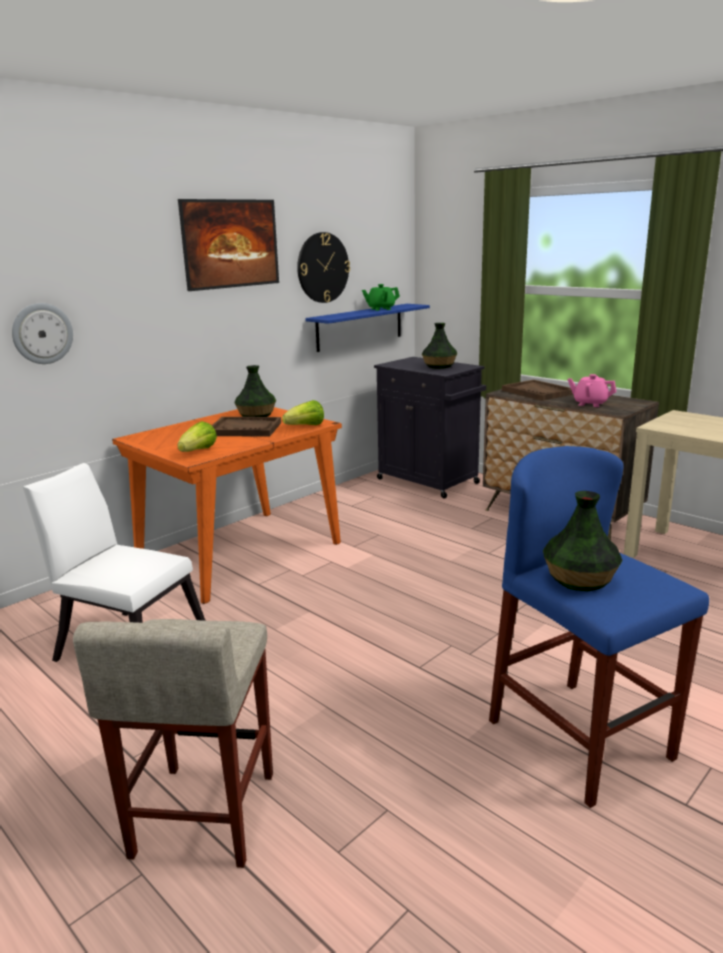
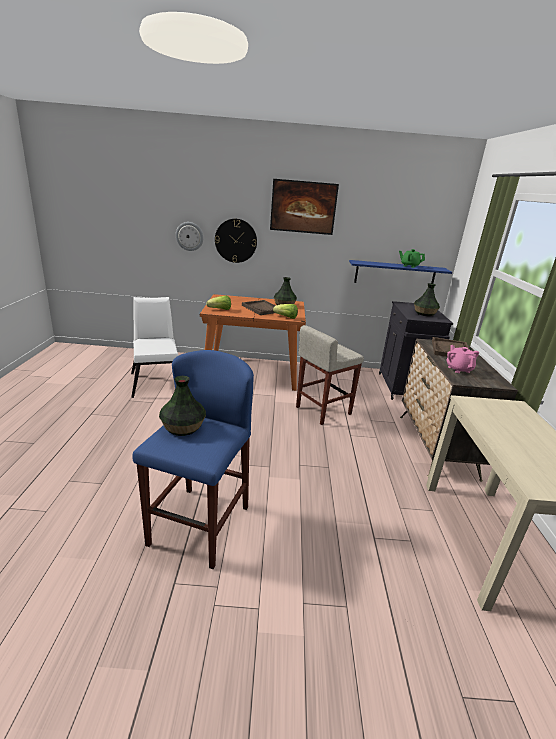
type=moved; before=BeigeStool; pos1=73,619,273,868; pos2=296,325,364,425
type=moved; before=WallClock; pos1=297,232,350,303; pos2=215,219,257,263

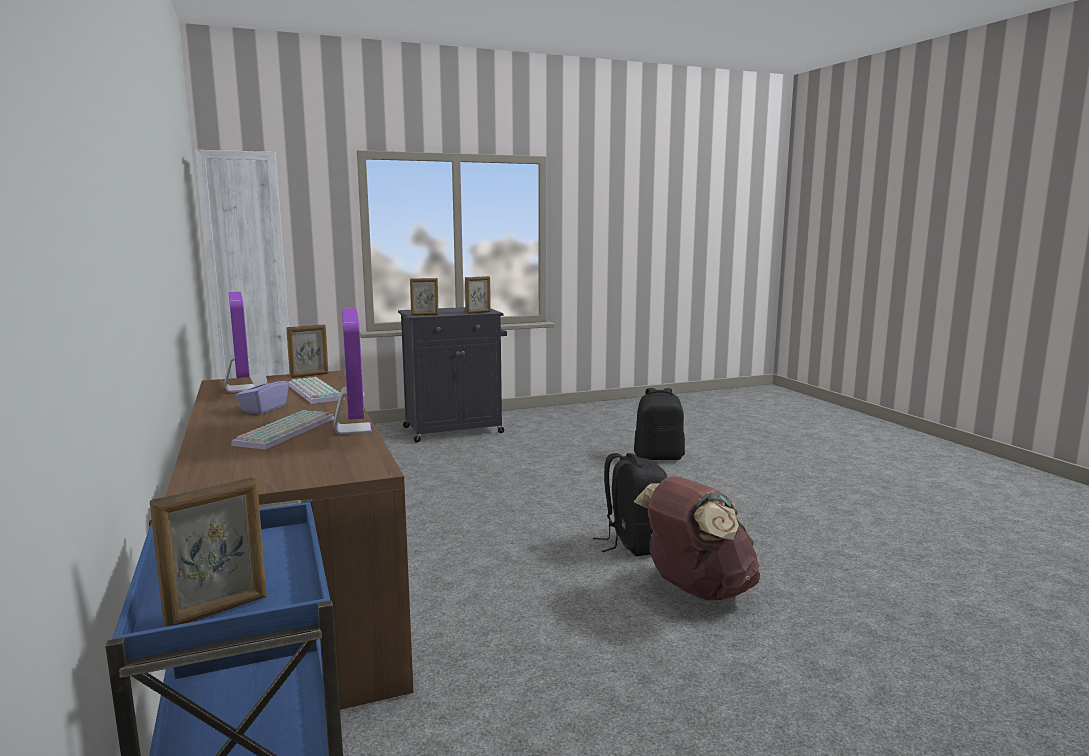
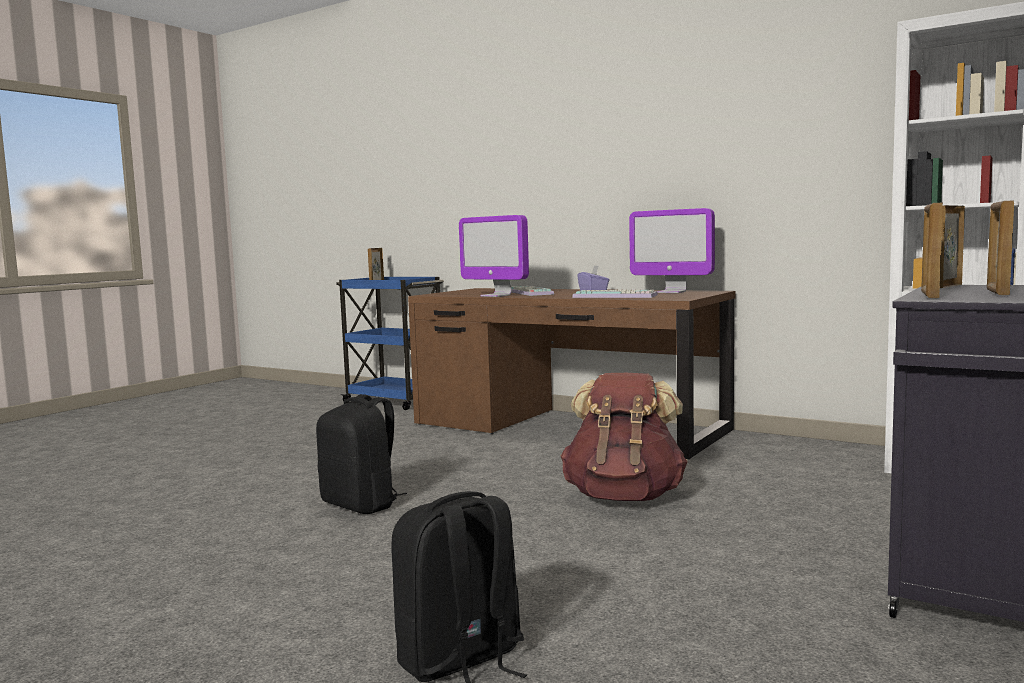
type=moved; before=PictureFrame; pos1=286,324,329,378; pos2=987,200,1014,295
type=moved; before=BrownBackpack; pos1=634,477,760,600; pos2=561,373,688,501

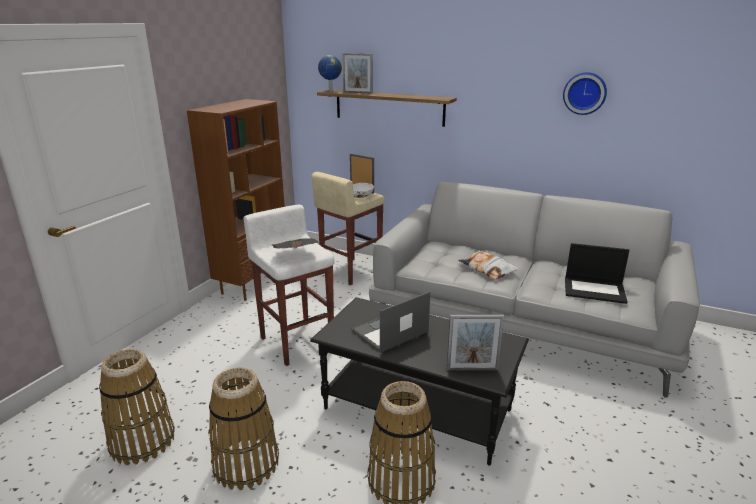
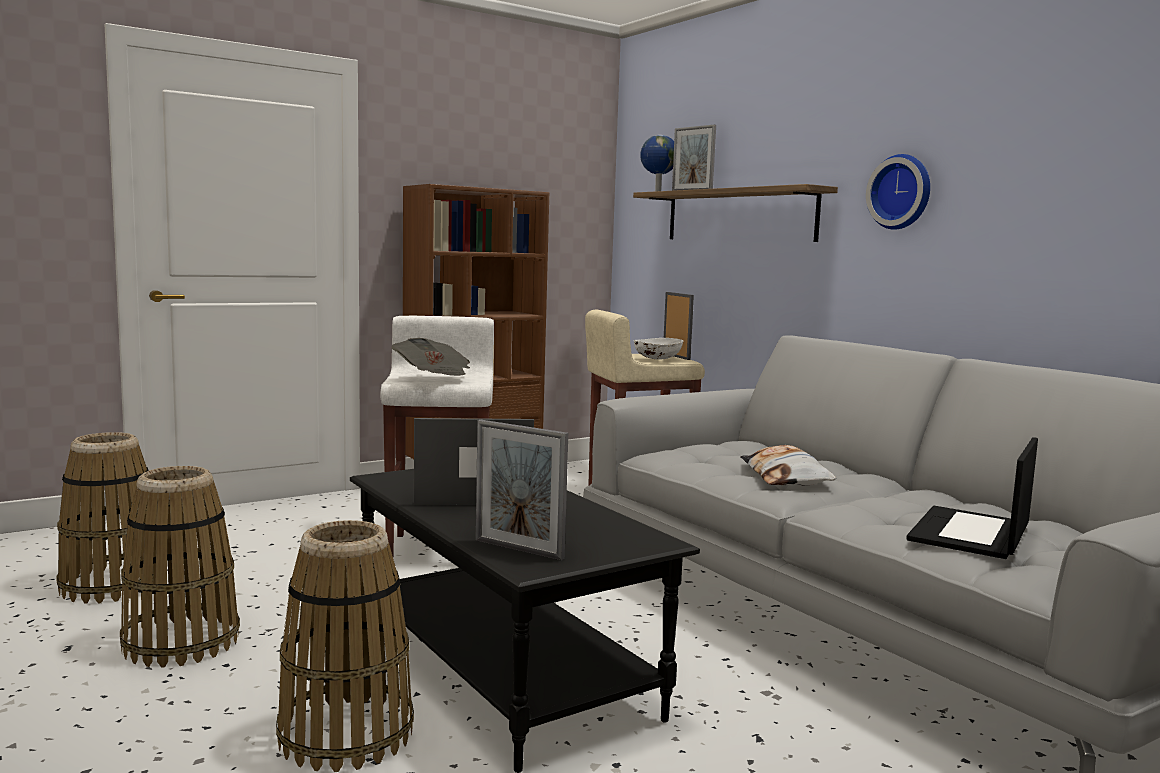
type=moved; before=WallClock; pos1=563,72,607,115; pos2=866,154,930,230
type=turned; before=Laptop; pos1=565,243,629,304; pos2=906,437,1038,559; turn=75

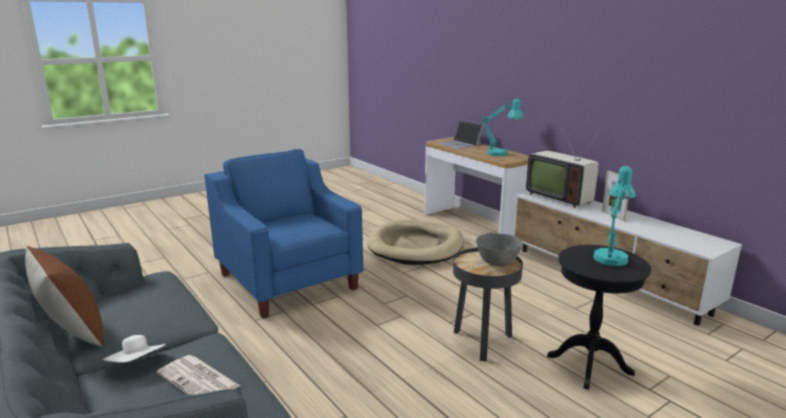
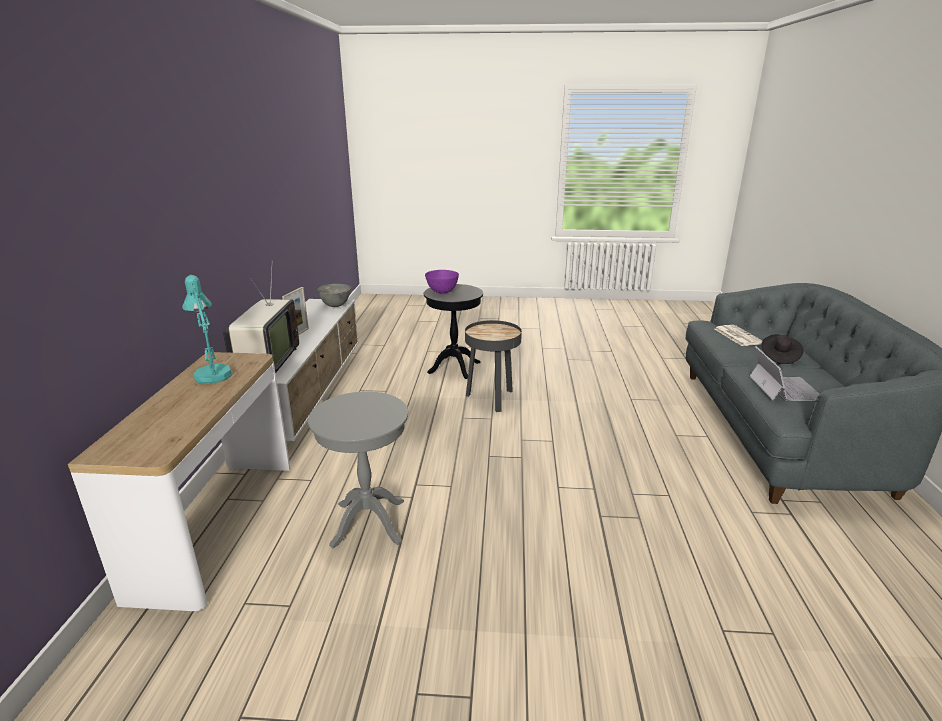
type=removed; before=BrownPillow; pos1=25,246,103,347
type=recoloured; before=WhiteHat; after=BlackHat; pos1=102,335,166,363; pos2=762,334,803,364
type=removed; before=BlueArmchair; pos1=205,149,364,318
type=replaced; before=BeigeDogBed; after=GreySideTable; pos1=367,220,464,265; pos2=308,391,408,548
type=moved; before=Laptop; pos1=437,120,483,149; pos2=750,346,819,401
type=moved; before=GreyBowl; pos1=476,233,523,266; pos2=317,284,351,307
type=replaced; before=TurquoiseTableLamp; after=PurpleBowl; pos1=593,166,636,266; pos2=425,270,459,294

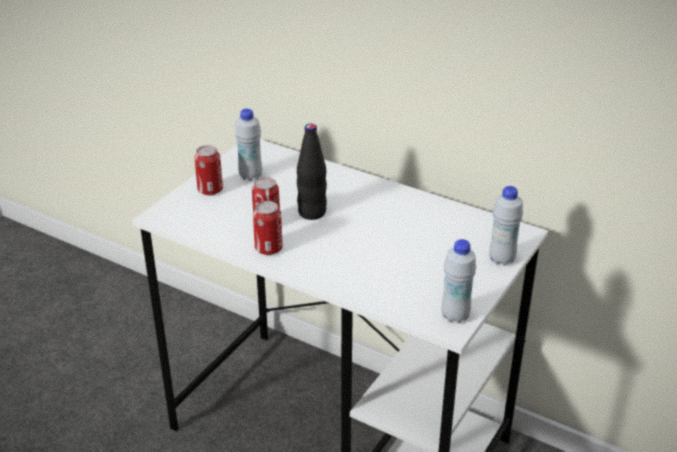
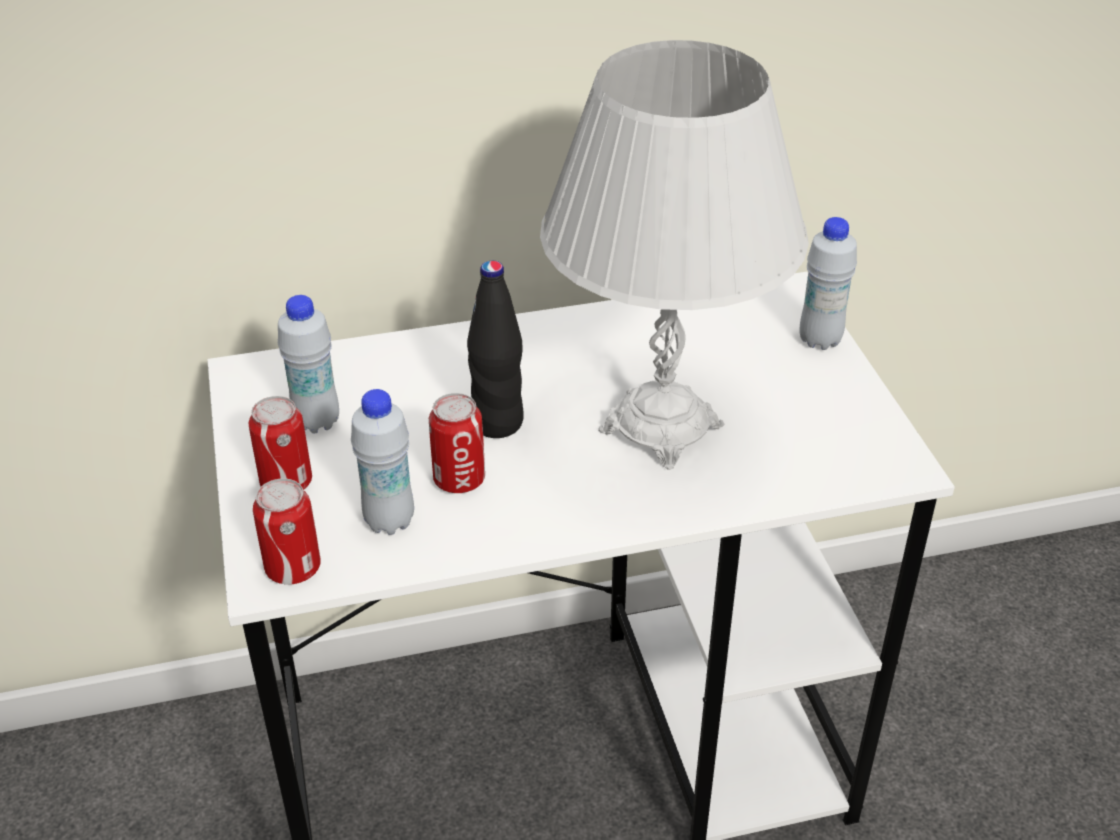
type=moved; before=Can; pos1=253,201,283,255; pos2=253,478,321,584
type=moved; before=WhiteBottle; pos1=441,239,476,323; pos2=351,389,414,535
type=added; after=WhiteTableLamp; pos2=540,40,809,470

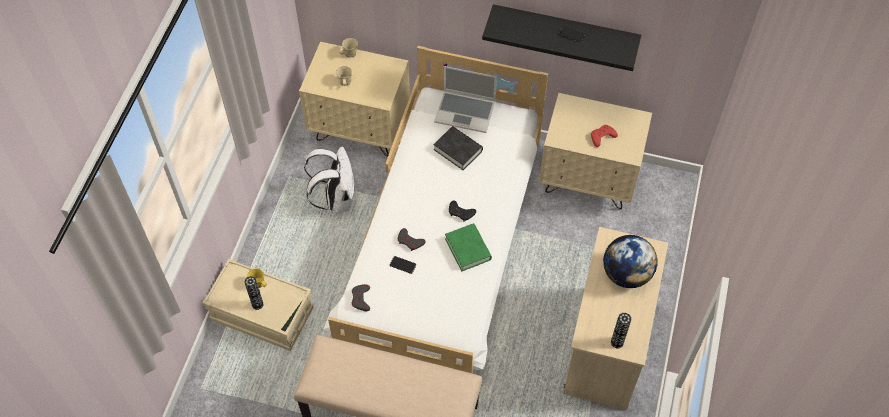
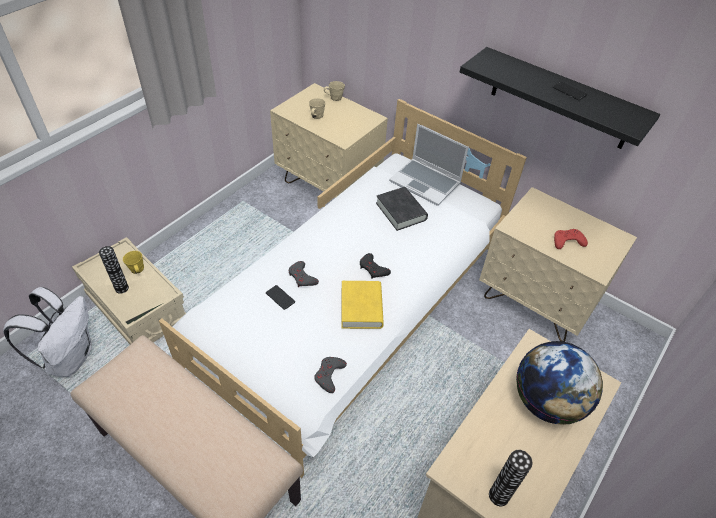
type=moved; before=WhiteBackpack; pos1=304,147,354,213; pos2=3,287,92,377
type=moved; before=GreyGameController; pos1=352,284,370,311; pos2=314,357,347,393
type=recoloured; before=GreenBook; after=YellowBook; pos1=445,223,492,271; pos2=342,281,384,329

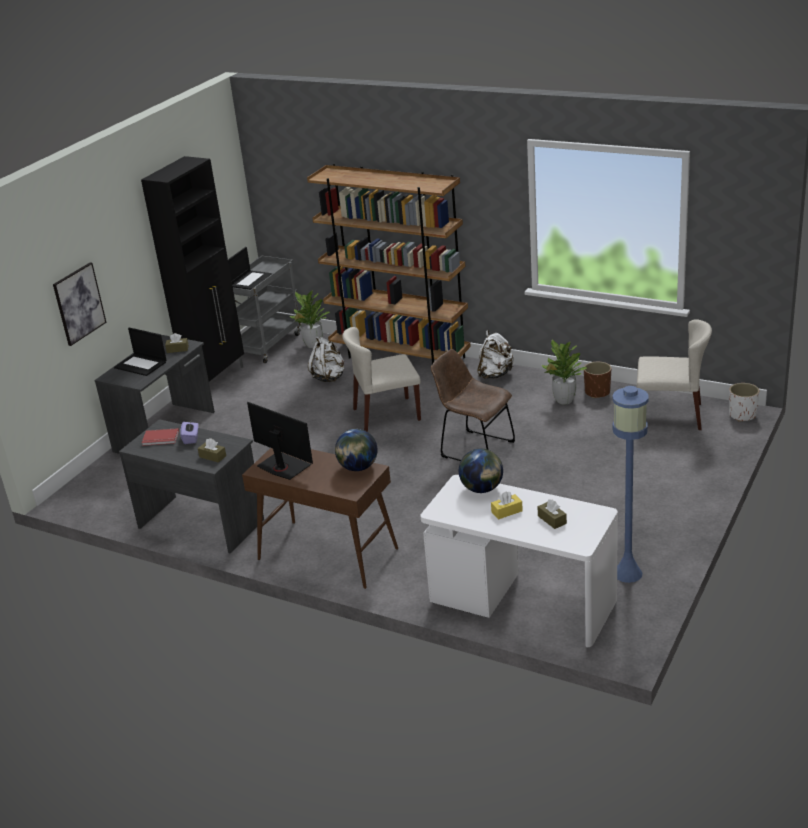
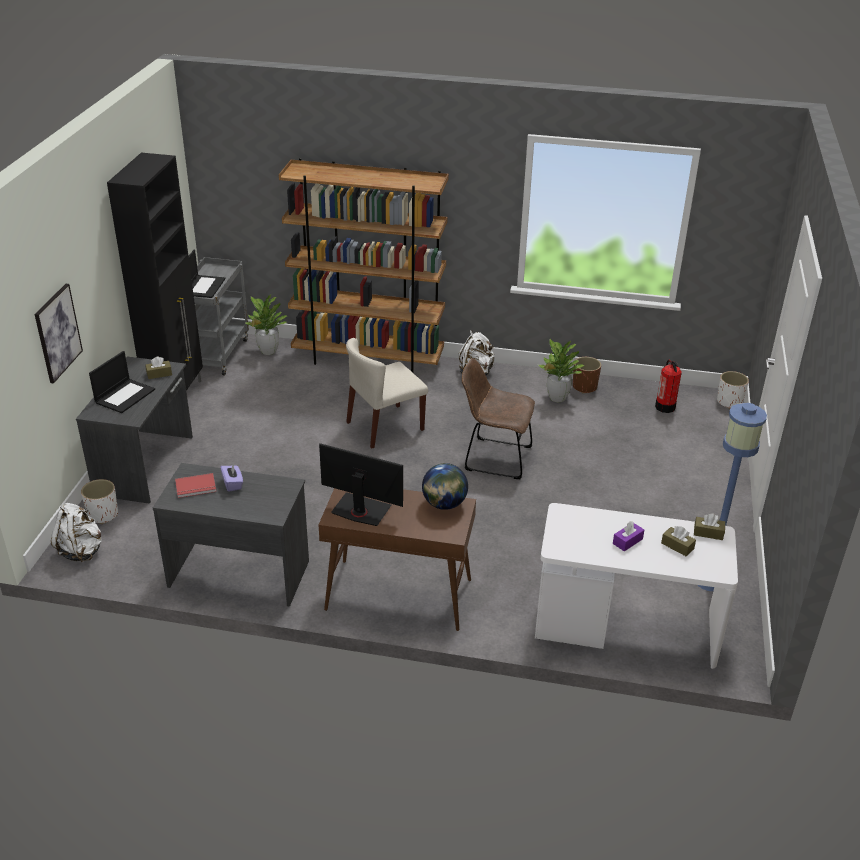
type=turned; before=Laptop; pos1=114,328,167,376; pos2=89,351,155,413; turn=-75
type=moved; before=BrownTissueBox; pos1=198,438,226,463; pos2=694,514,725,540
type=moved; before=WhiteBackpack; pos1=308,337,344,382; pos2=51,503,102,562
type=removed; before=Globe; pos1=459,449,503,493
type=recoloured; before=YellowTissueBox; after=PurpleTissueBox; pos1=491,491,523,520; pos2=613,521,644,551
type=replaced; before=BeigeChair; after=FireExtinguisher; pos1=636,319,712,430; pos2=655,359,682,413
type=added; after=WhitePlanter; pos2=81,479,118,524

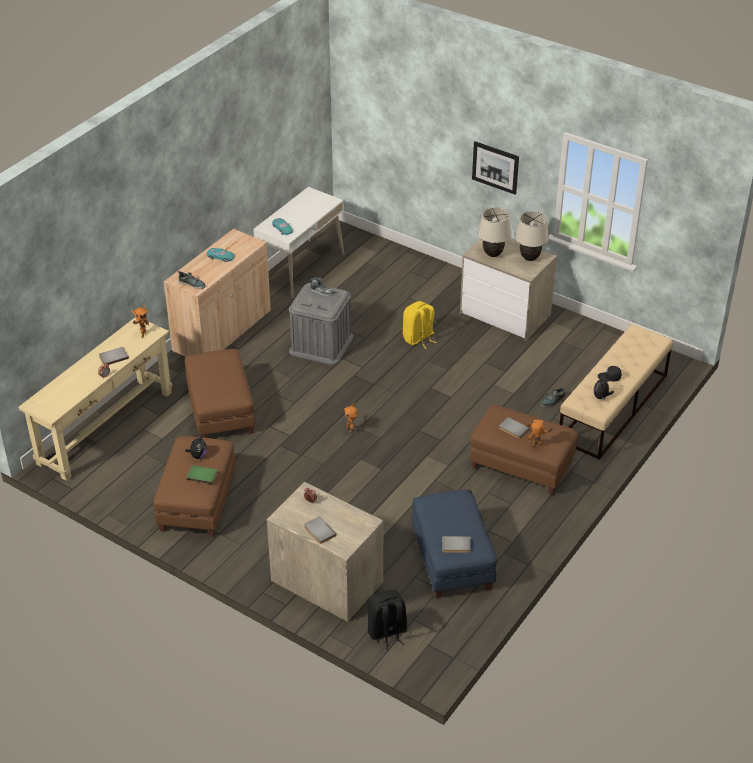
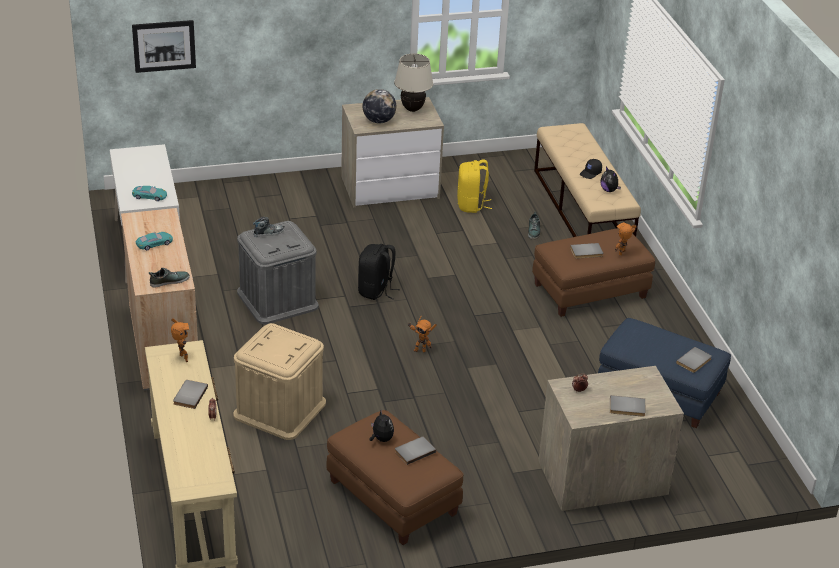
type=replaced; before=BrownOttoman; after=BeigeStorageBox; pos1=185,349,255,438; pos2=233,323,326,440
type=recoloured; before=GreenBook; after=GreyBook; pos1=186,465,218,484; pos2=395,437,436,465
type=moved; before=BlackBackpack; pos1=368,590,407,650; pos2=358,244,400,300
type=moved; before=YellowBackpack; pos1=403,301,437,349; pos2=457,159,492,213
type=moved; before=Picture; pos1=472,141,519,195; pos2=132,20,196,73
type=replaced; before=BeigeTableLamp; after=Globe; pos1=477,207,512,257; pos2=362,89,396,123

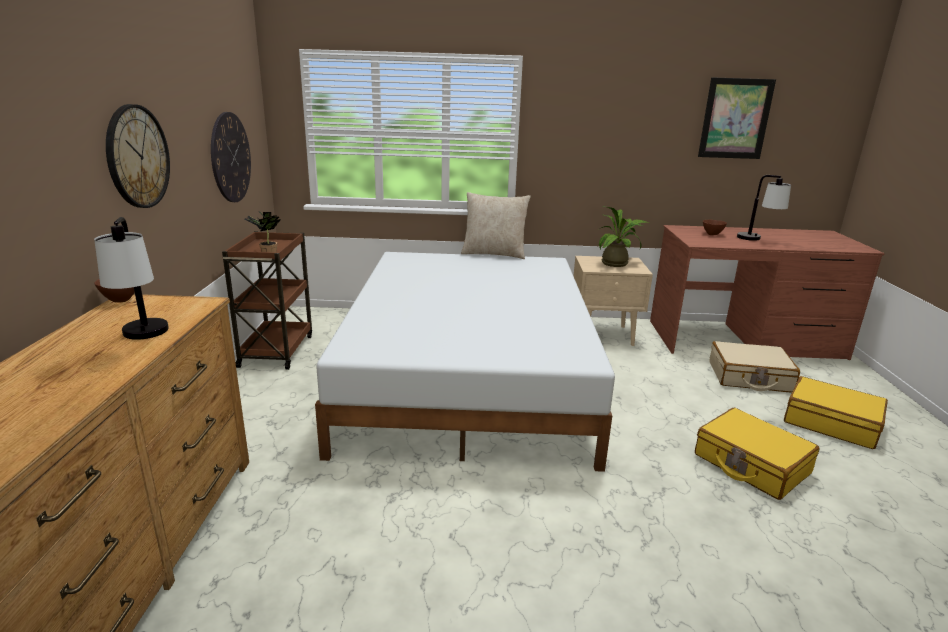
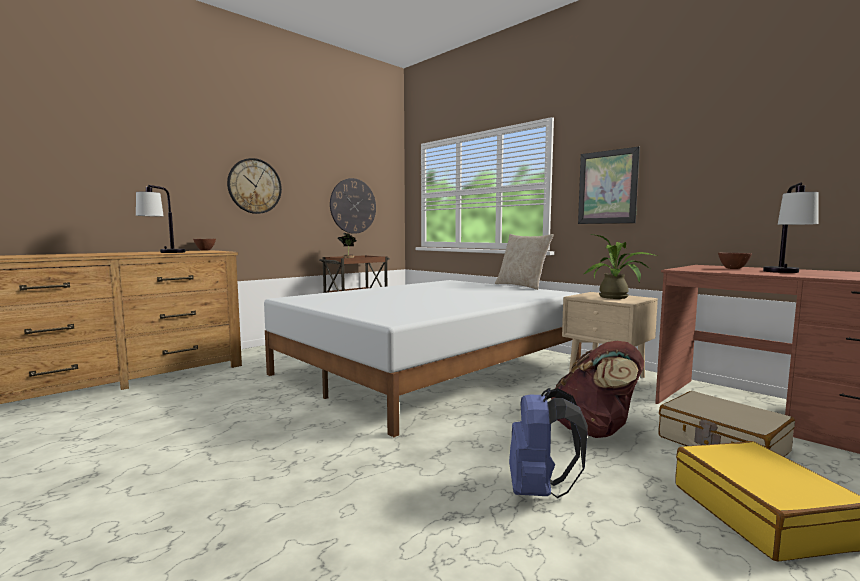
type=replaced; before=YellowSuitcase; after=BlueBackpack; pos1=695,408,820,500; pos2=509,388,588,498
type=moved; before=Picture; pos1=698,77,776,159; pos2=578,147,640,224
type=added; after=BrownBackpack; pos2=551,341,644,438

